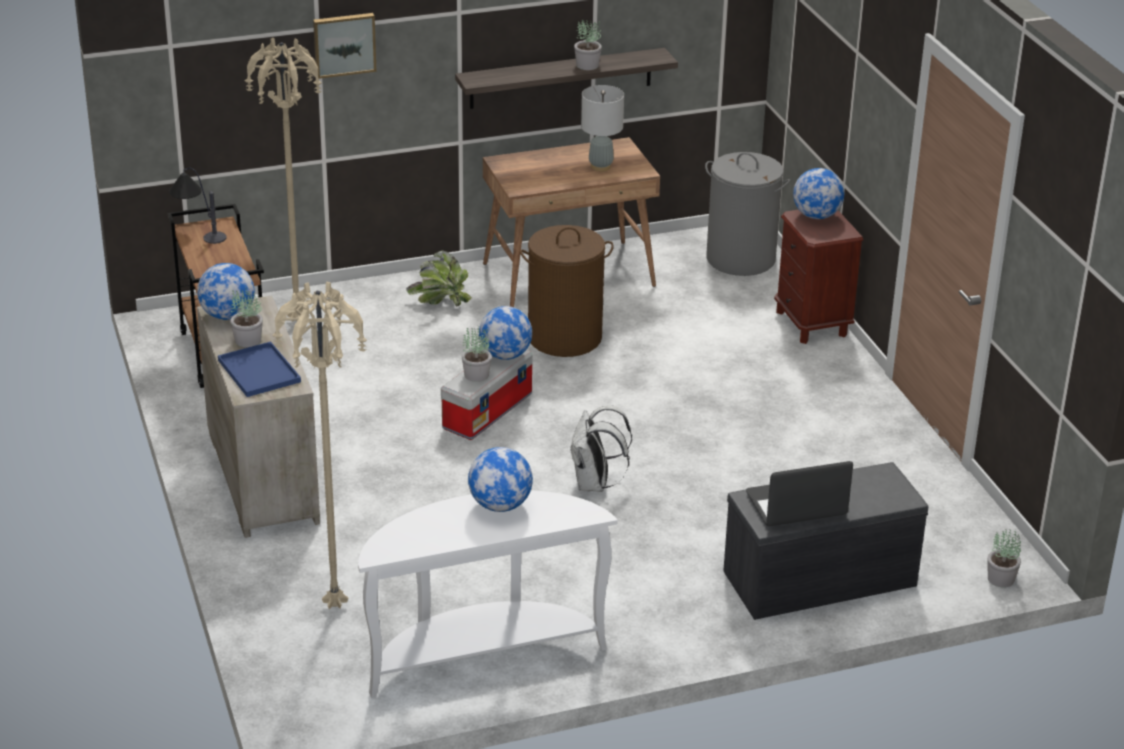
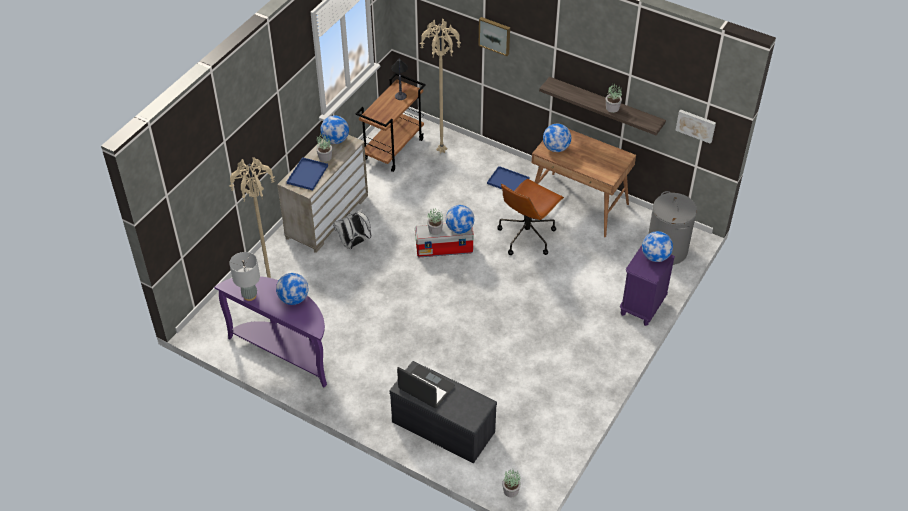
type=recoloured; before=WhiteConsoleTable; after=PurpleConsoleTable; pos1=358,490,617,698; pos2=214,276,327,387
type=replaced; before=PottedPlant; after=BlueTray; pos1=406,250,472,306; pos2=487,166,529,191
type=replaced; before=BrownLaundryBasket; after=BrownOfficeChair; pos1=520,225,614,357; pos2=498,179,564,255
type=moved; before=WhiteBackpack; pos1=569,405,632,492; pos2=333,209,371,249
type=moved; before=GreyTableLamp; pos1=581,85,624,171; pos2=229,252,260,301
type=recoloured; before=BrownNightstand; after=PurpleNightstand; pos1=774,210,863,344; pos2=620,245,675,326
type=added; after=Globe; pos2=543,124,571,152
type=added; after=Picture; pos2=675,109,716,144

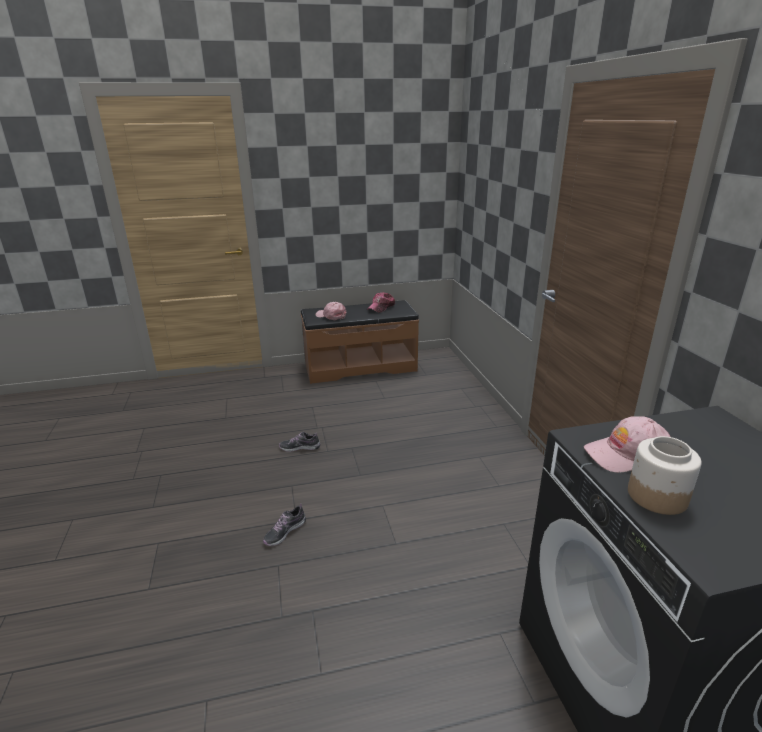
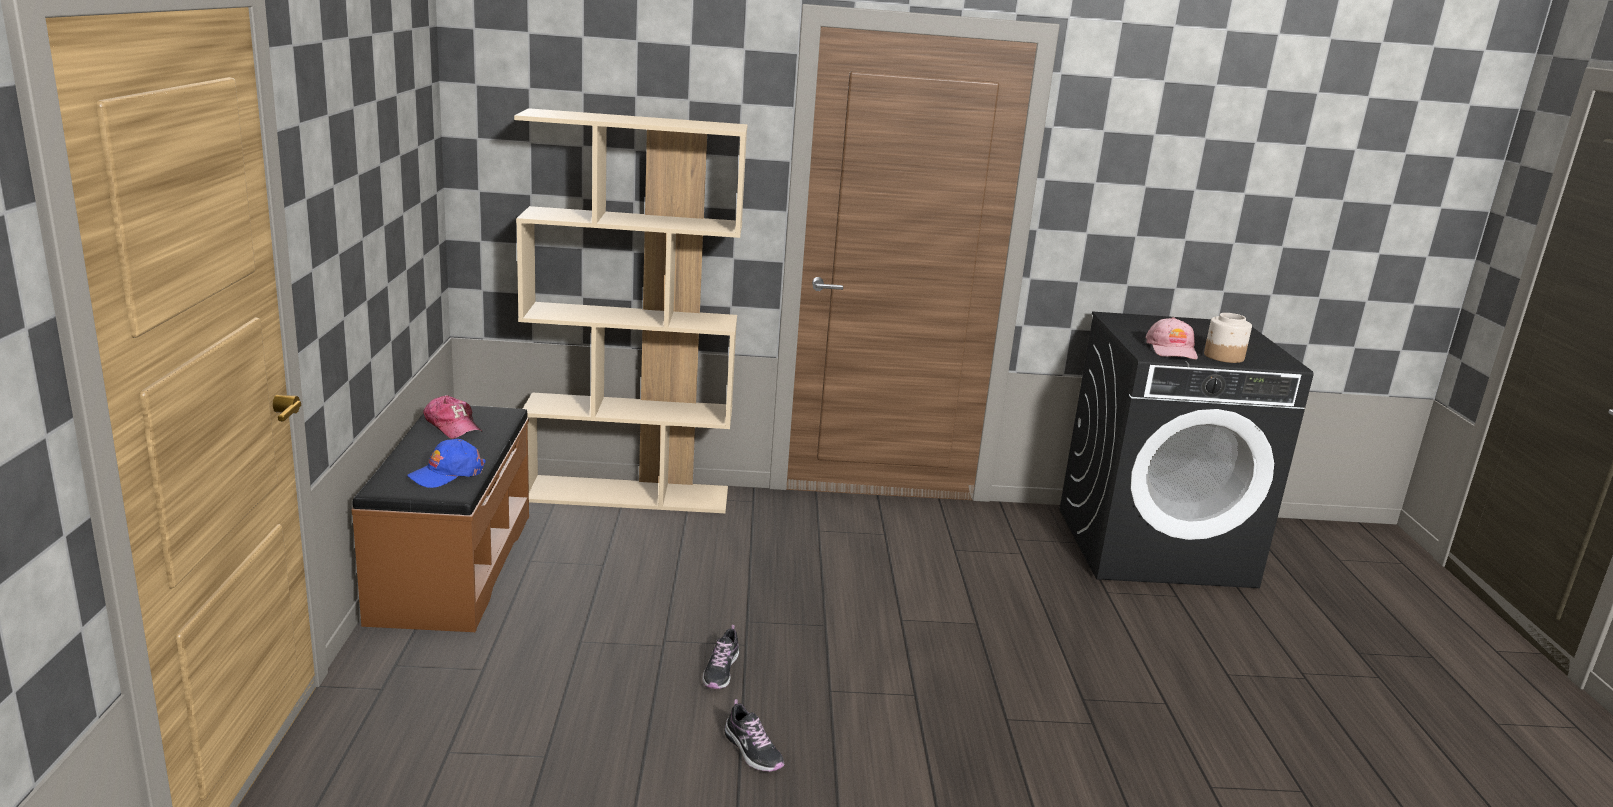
type=moved; before=Shoe; pos1=263,503,306,546; pos2=724,699,784,772
type=recoloured; before=PinkCap; after=BlueCap; pos1=316,302,347,320; pos2=407,439,486,488
type=added; after=BeigeBookcase; pos2=514,108,748,513

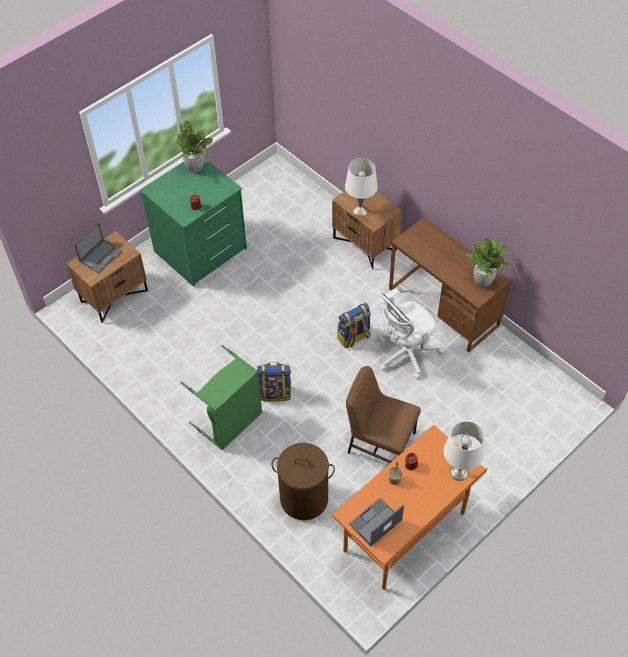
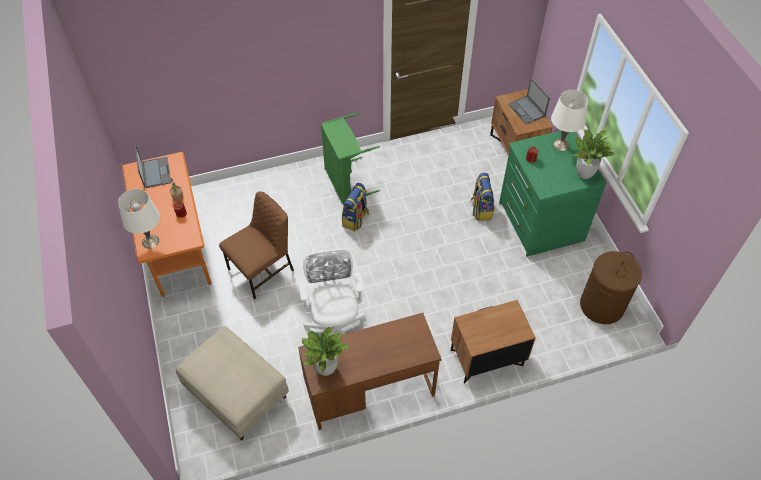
type=moved; before=BrownLaundryBasket; pos1=271,443,335,520; pos2=580,251,642,324
type=moved; before=Backpack; pos1=337,303,371,348; pos2=470,173,494,221
type=moved; before=WhiteTableLamp; pos1=345,158,378,216; pos2=551,90,588,151
type=added; after=BeigeOttoman; pos2=176,326,289,441

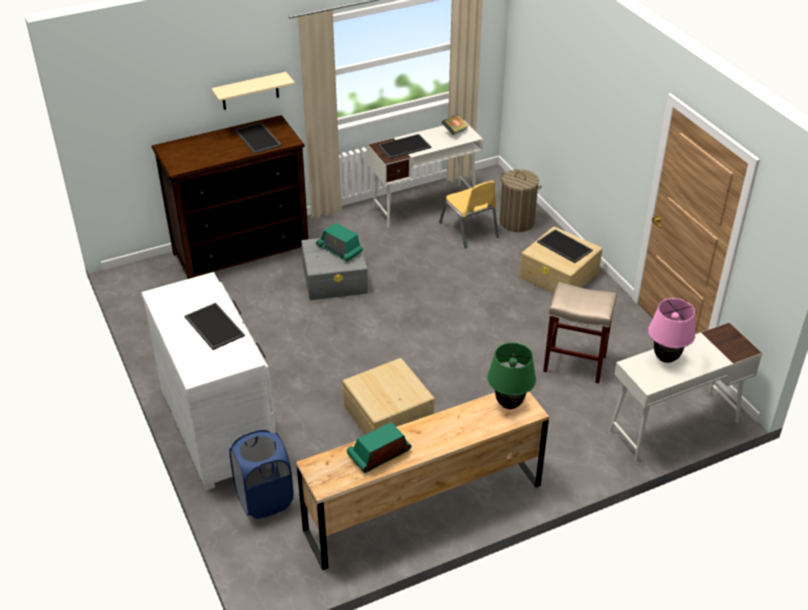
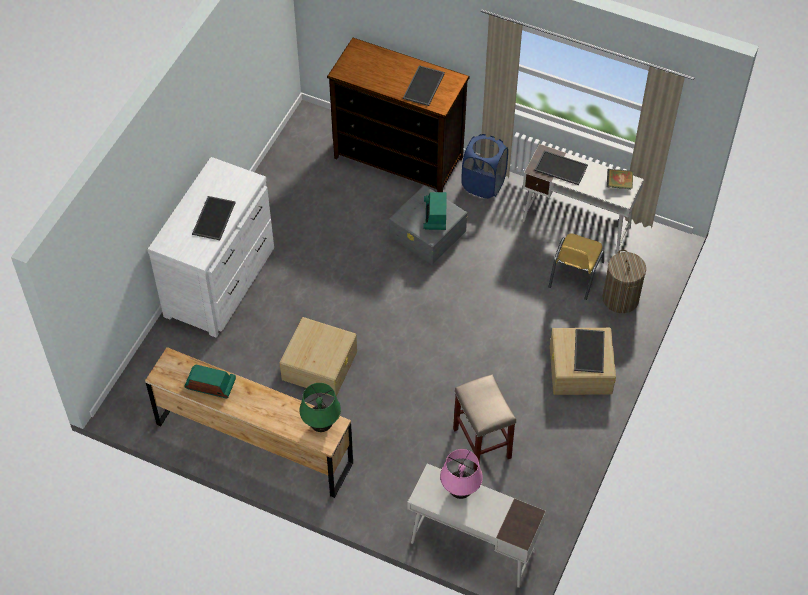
type=removed; before=BeigeShelf; pos1=211,72,295,110
type=moved; before=BlueLaundryBasket; pos1=229,430,294,519; pos2=461,134,508,199

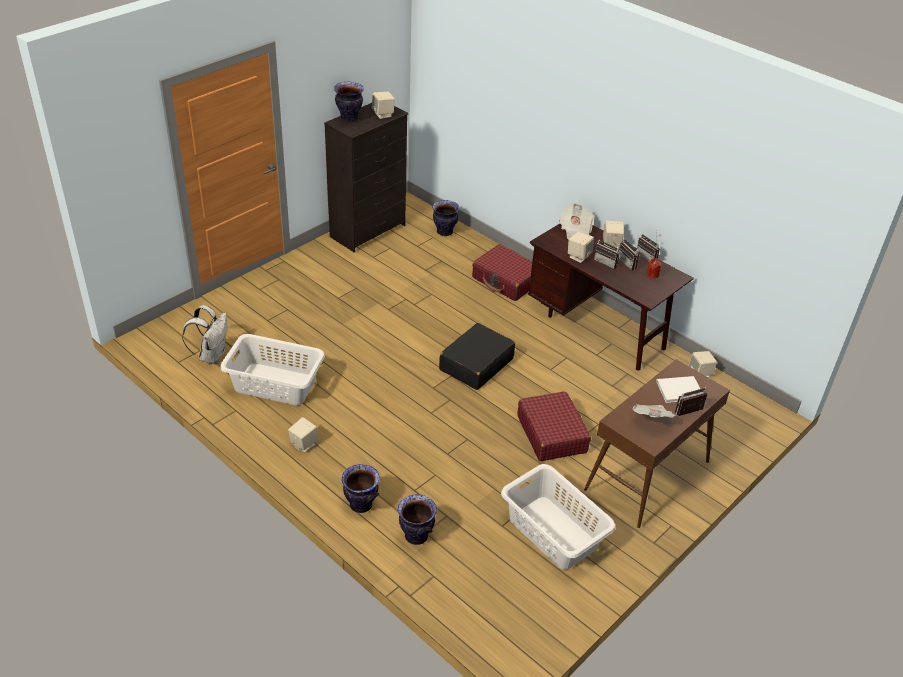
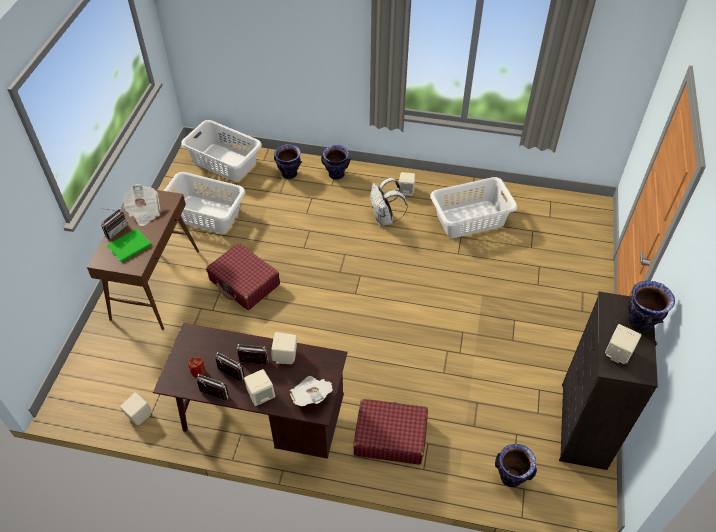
type=moved; before=WhiteBackpack; pos1=182,305,227,364; pos2=370,178,407,226
type=removed; before=BlackSuitcase; pos1=439,323,515,390
type=recoloured; before=WhiteBook; after=GreenBook; pos1=656,376,700,403; pos2=107,228,151,263
type=added; after=WhiteLaundryBasket; pos2=181,120,262,182

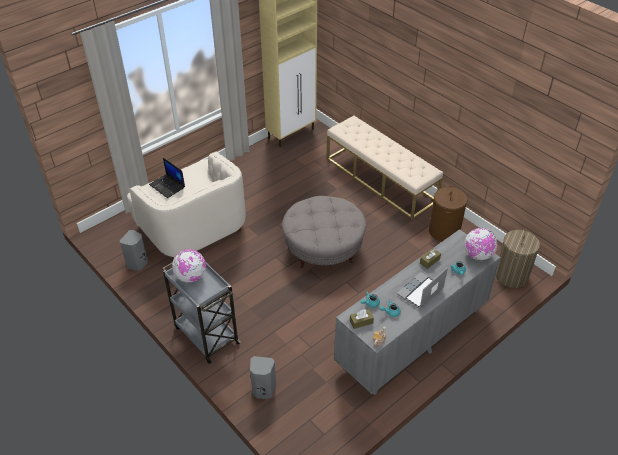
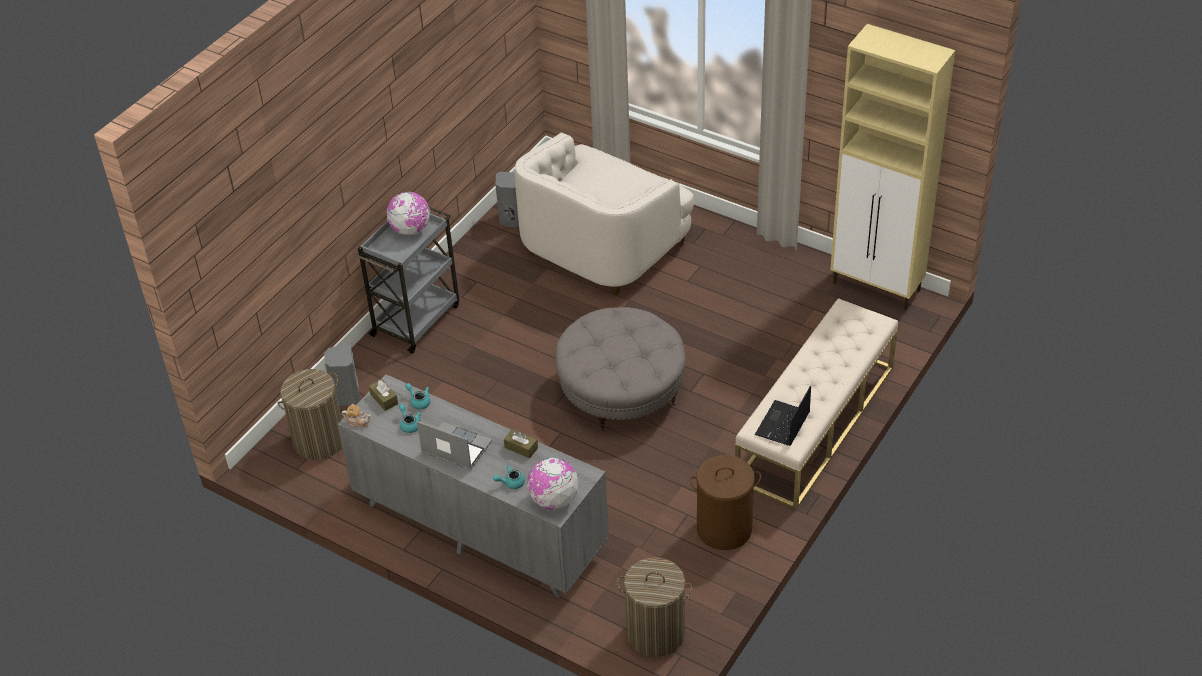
type=moved; before=Laptop; pos1=149,158,185,198; pos2=755,385,811,446
type=added; after=LaundryBasket; pos2=277,369,342,460

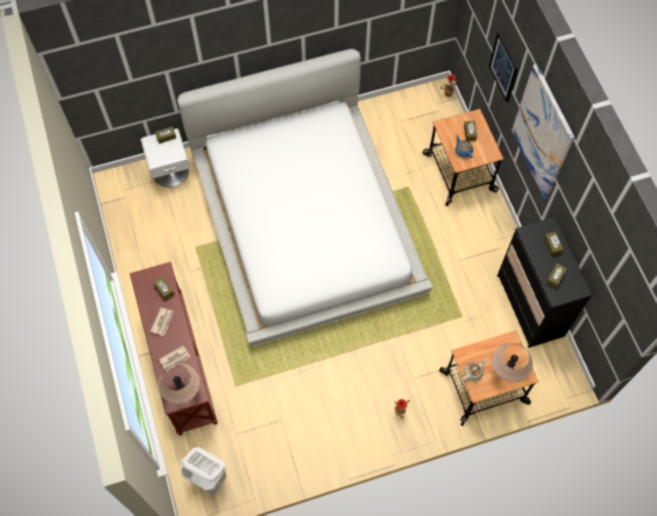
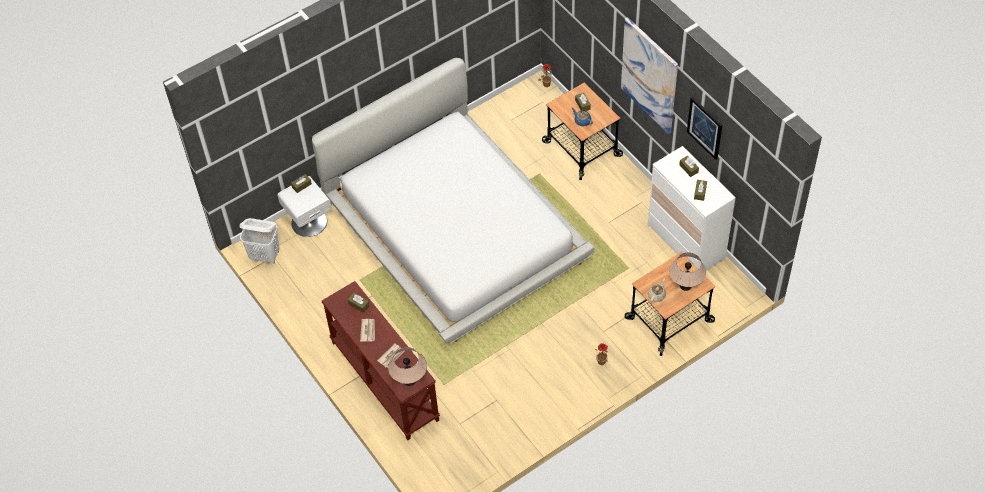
type=moved; before=WhiteLaundryBasket; pos1=180,447,226,495; pos2=240,218,279,263
type=moved; before=Picture; pos1=489,31,519,102; pos2=687,97,722,160
type=recoloured; before=BlackDresser; after=WhiteDresser; pos1=497,217,592,348; pos2=648,146,736,271

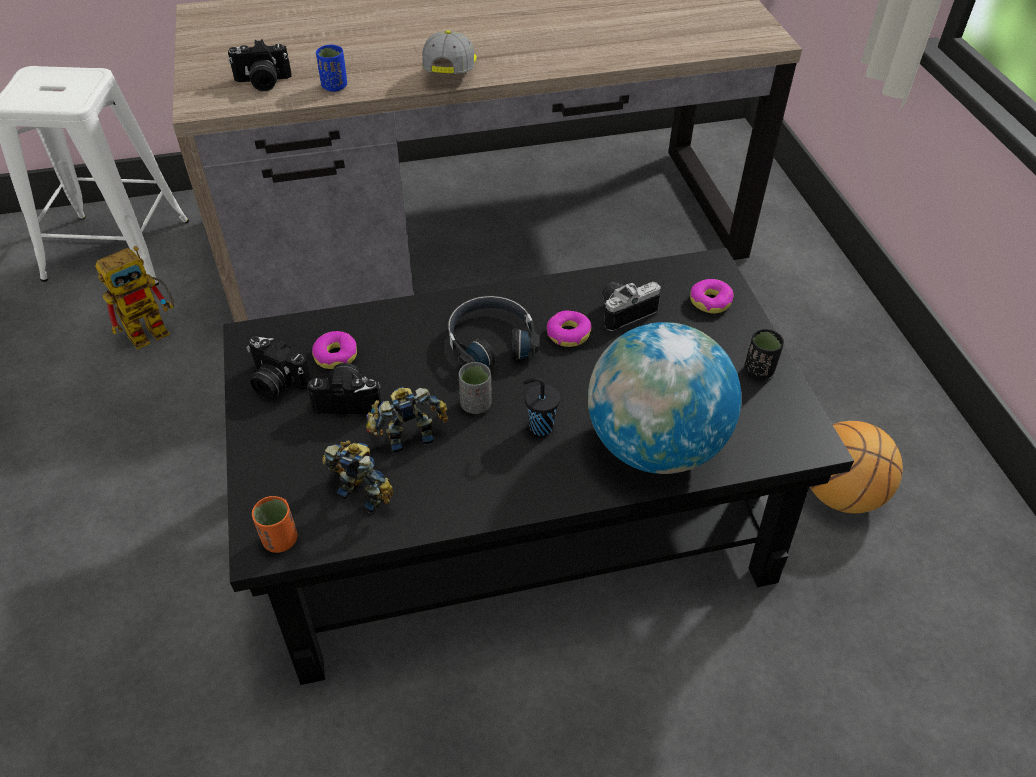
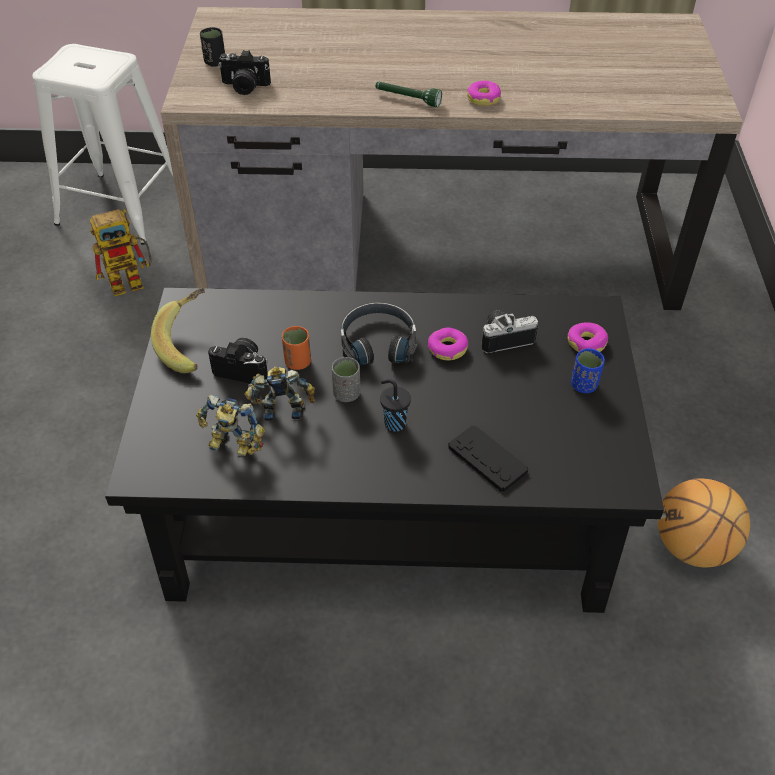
type=replaced; before=PhotoCamera; after=Banana; pos1=247,336,311,399; pos2=151,288,205,373
type=moved; before=OrangeCup; pos1=252,496,298,553; pos2=282,326,311,370
type=moved; before=Donut; pos1=312,331,357,369; pos2=467,80,501,106
type=moved; before=BlueCup; pos1=316,45,347,92; pos2=571,348,605,393
type=turned; before=ToyRobot; pos1=322,441,393,513; pos2=196,395,265,456; turn=150
type=replaced; before=Cap; after=GreenFlashlight; pos1=422,30,477,74; pos2=375,82,442,107
type=replaced; before=Globe; after=BlackGameController; pos1=588,322,741,474; pos2=448,425,528,492
type=moved; before=BlackCup; pos1=744,329,784,379; pos2=200,27,225,67

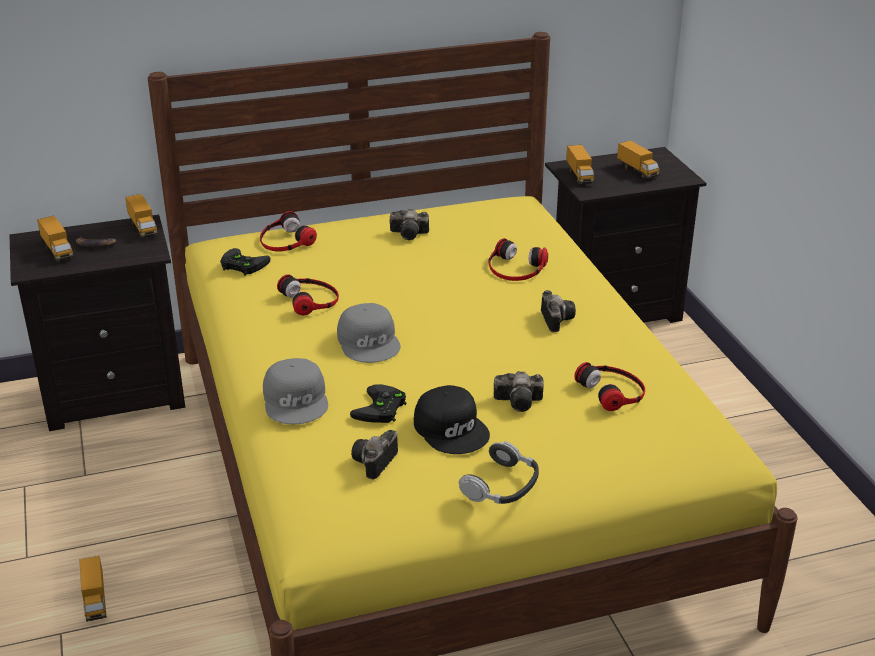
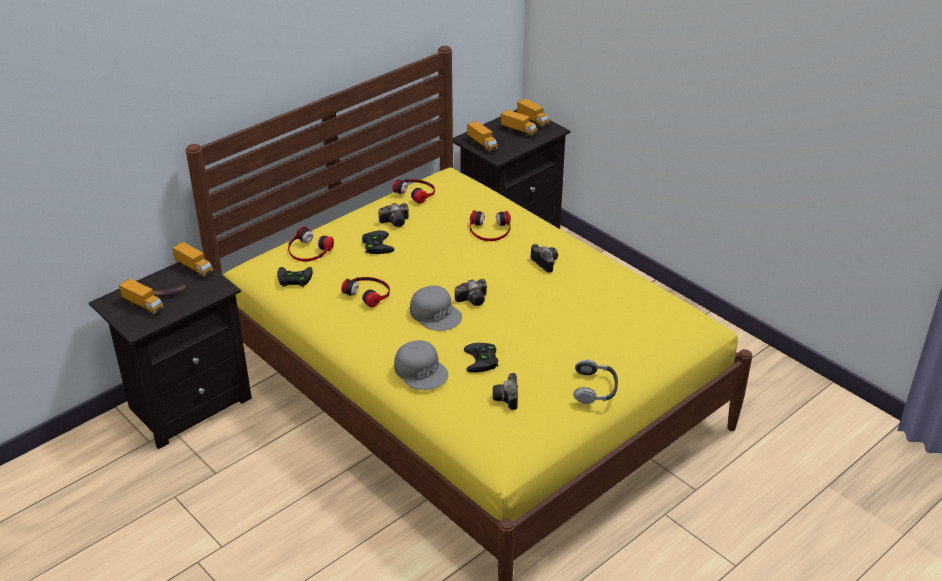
type=moved; before=ToyTruck; pos1=79,556,106,621; pos2=517,98,550,128
type=removed; before=BlackCap; pos1=414,385,490,454
type=moved; before=PhotoCamera; pos1=494,371,544,412; pos2=455,279,487,306
type=moved; before=Headphones; pos1=574,362,645,411; pos2=392,179,435,203
type=added; after=BlackGameController; pos2=362,231,395,254

